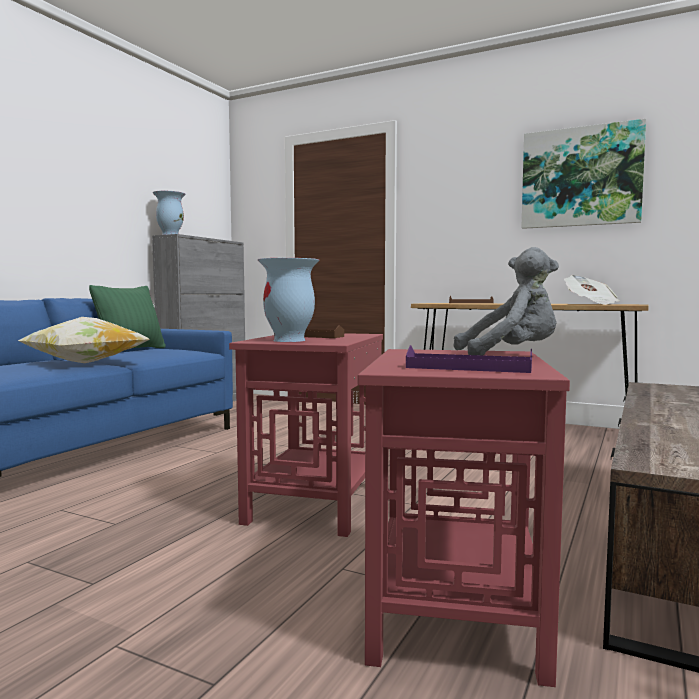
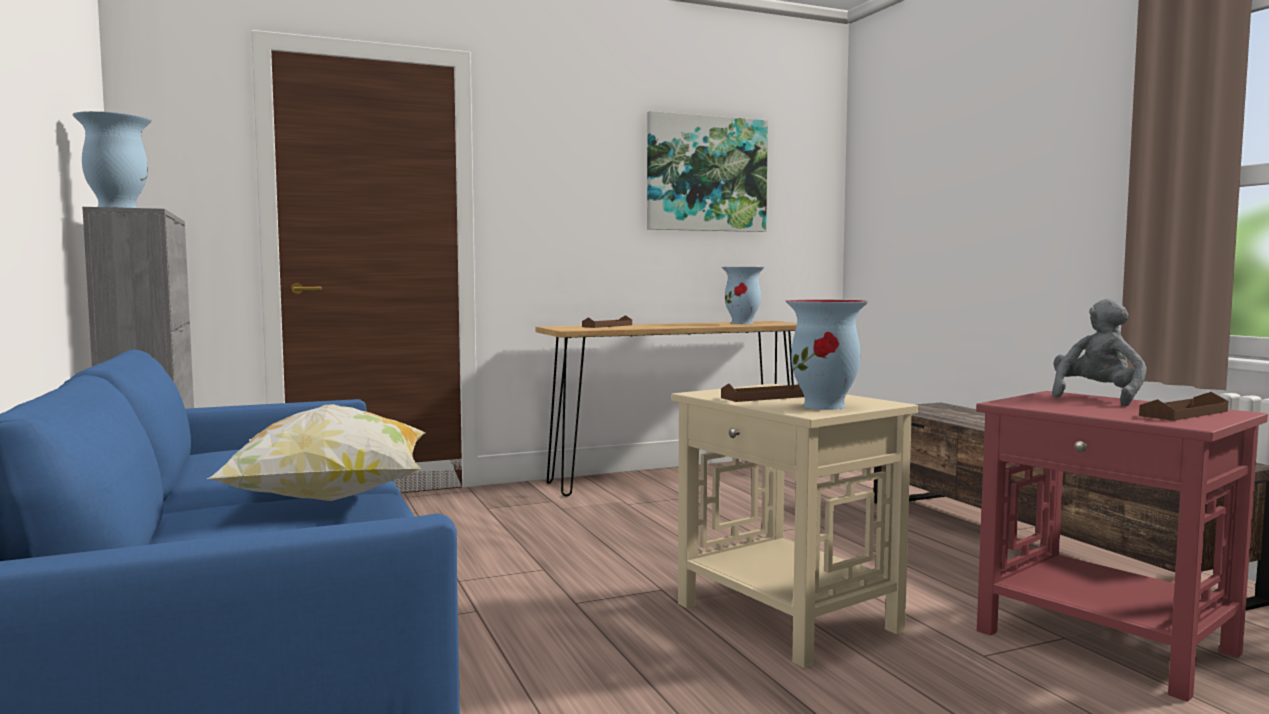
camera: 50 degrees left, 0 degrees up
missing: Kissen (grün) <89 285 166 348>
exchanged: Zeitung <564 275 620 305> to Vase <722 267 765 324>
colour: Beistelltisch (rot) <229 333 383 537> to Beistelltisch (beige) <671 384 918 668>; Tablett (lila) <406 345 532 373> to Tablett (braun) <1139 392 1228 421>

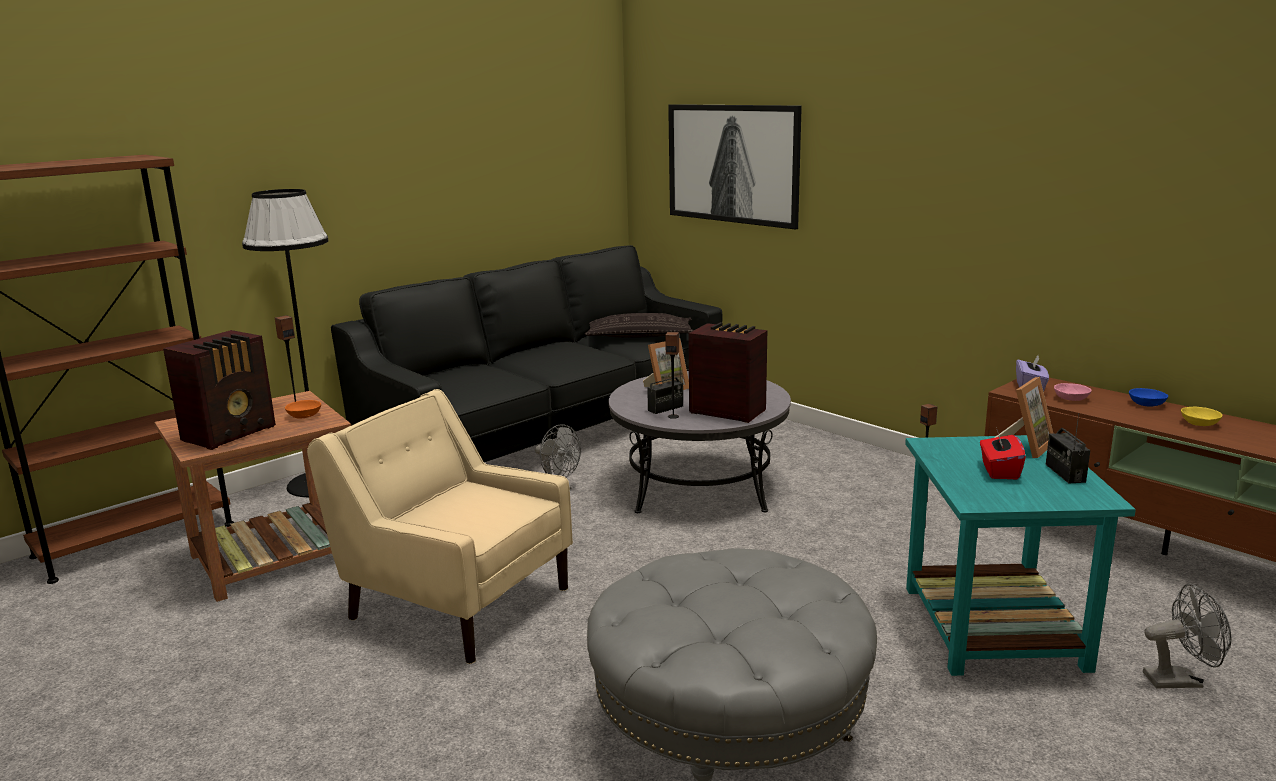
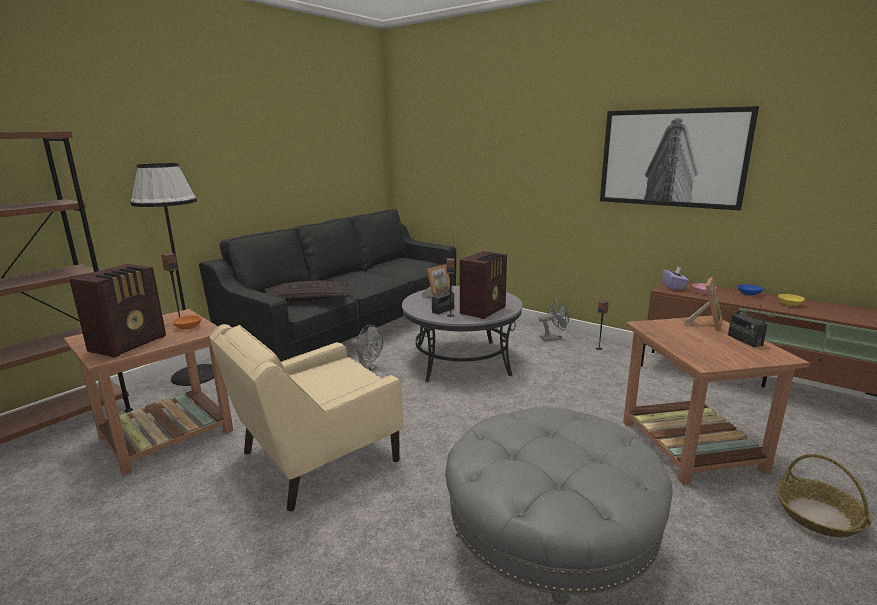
camera: 10 degrees left, 0 degrees up
missing: Taschentuchbox (rot) <980 427 1026 479>
appeared: Korb <777 454 872 537>
relocated: Bild <668 104 802 230> to <600 106 759 211>; Kissen <585 313 694 338> to <265 281 349 302>; Ventilator (grau) <1143 584 1232 688> to <538 299 569 341>
colour: Beistelltisch (türkis) <905 435 1136 676> to Beistelltisch (braun) <623 315 810 485>
spun: Radio <688 322 767 423> = <460 251 507 319> 105 degrees clockwise; Sessel (beige) <307 389 573 664> = <210 324 404 512> 60 degrees counterclockwise

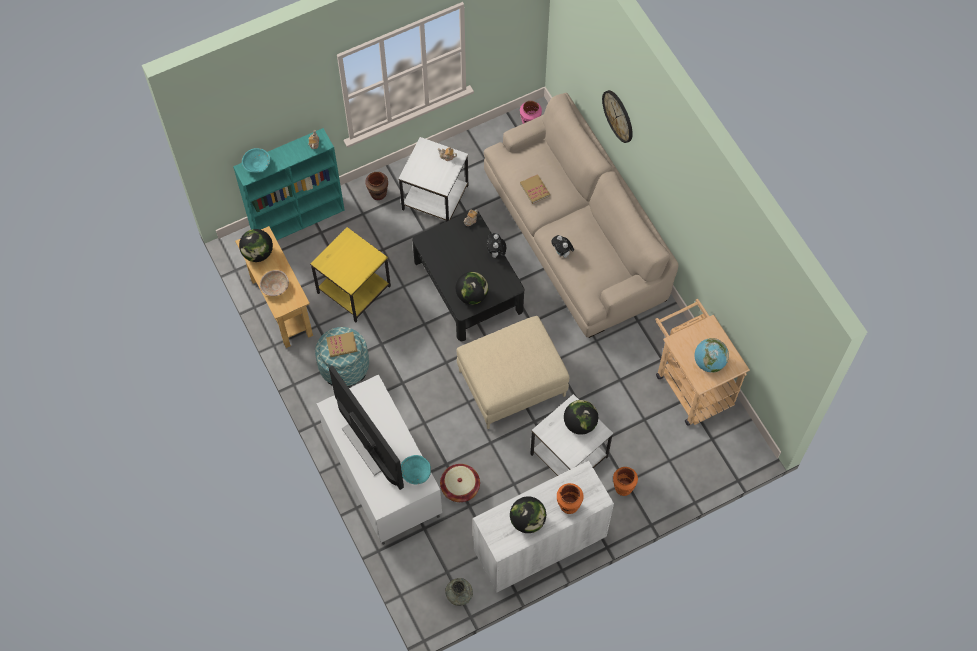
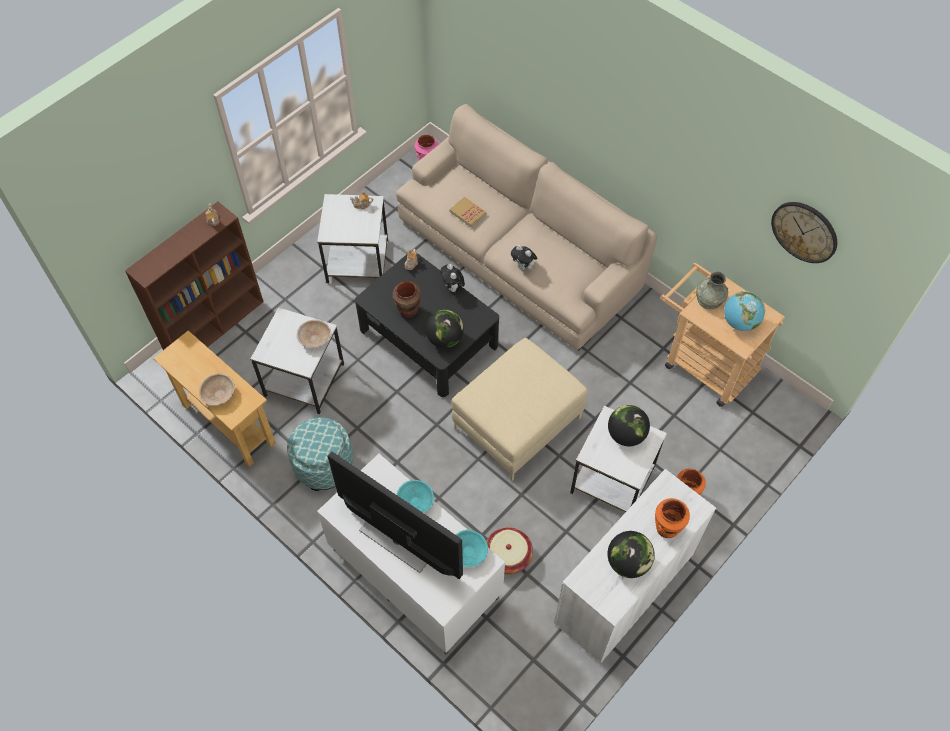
camera: 20 degrees left, 5 degrees down
missing: Globus <239 229 273 262>; Buch <326 332 357 357>
appeared: Schüssel (beige) <297 320 331 348>
relocated: Wanduhr <602 90 633 143> to <771 202 837 263>; Schüssel (türkis) <242 148 270 173> to <397 480 434 513>; Vase (braun) <365 172 388 200> to <393 281 421 318>; Vase (grau) <445 578 473 606> to <696 272 728 309>
colour: Bücherregal (türkis) <233 128 345 240> to Bücherregal (braun) <125 202 264 350>; Beistelltisch (gelb) <310 227 391 322> to Beistelltisch (weiß) <250 307 344 414>

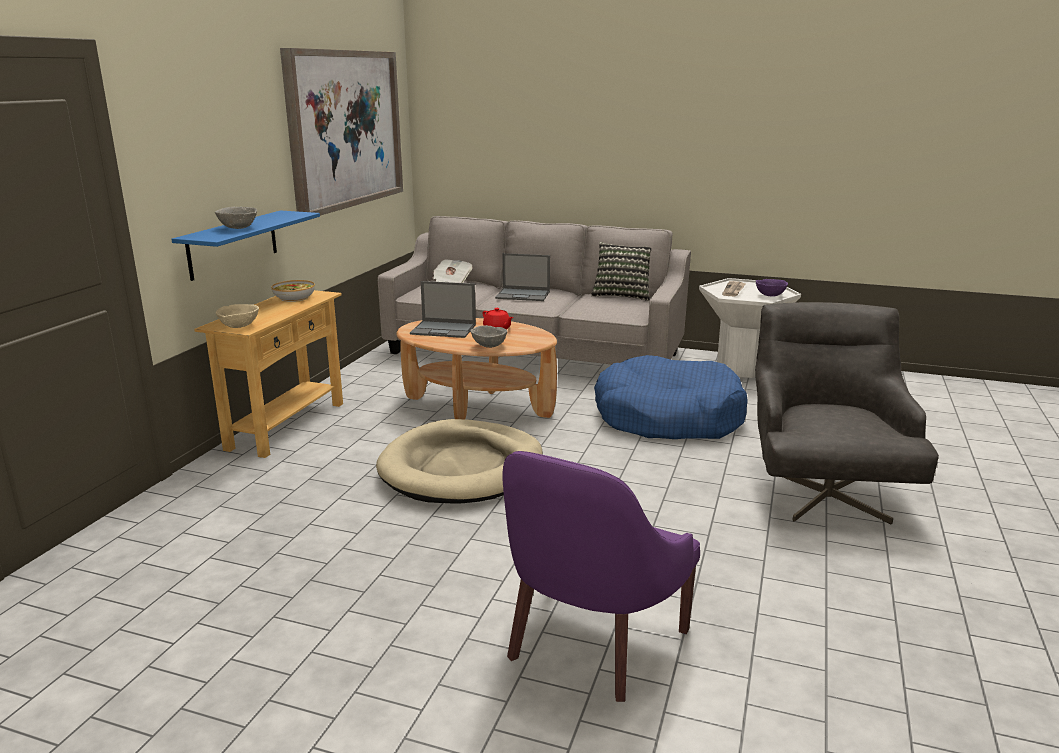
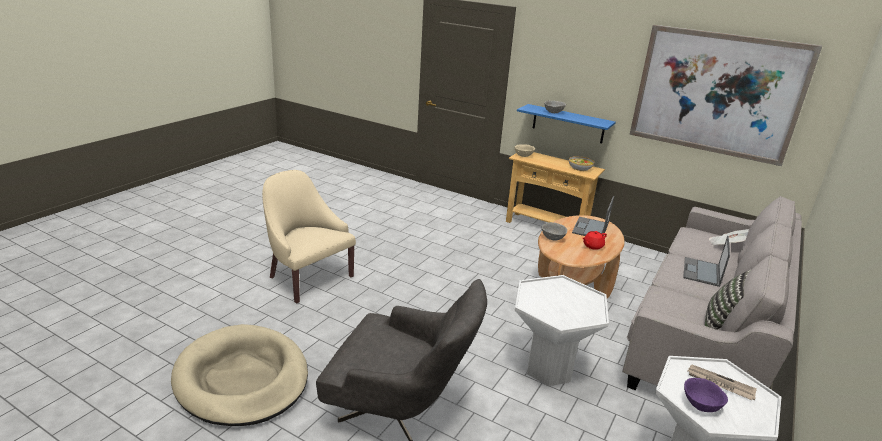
camera: 100 degrees right, 5 degrees up
relocated: Hundebett (beige) <376 419 543 504> to <171 324 308 426>
exchanged: Hundebett (blau) <594 355 748 439> to Beistelltisch (weiß) <515 275 609 386>
colour: Sessel (lila) <502 451 700 702> to Sessel (beige) <262 170 356 303>

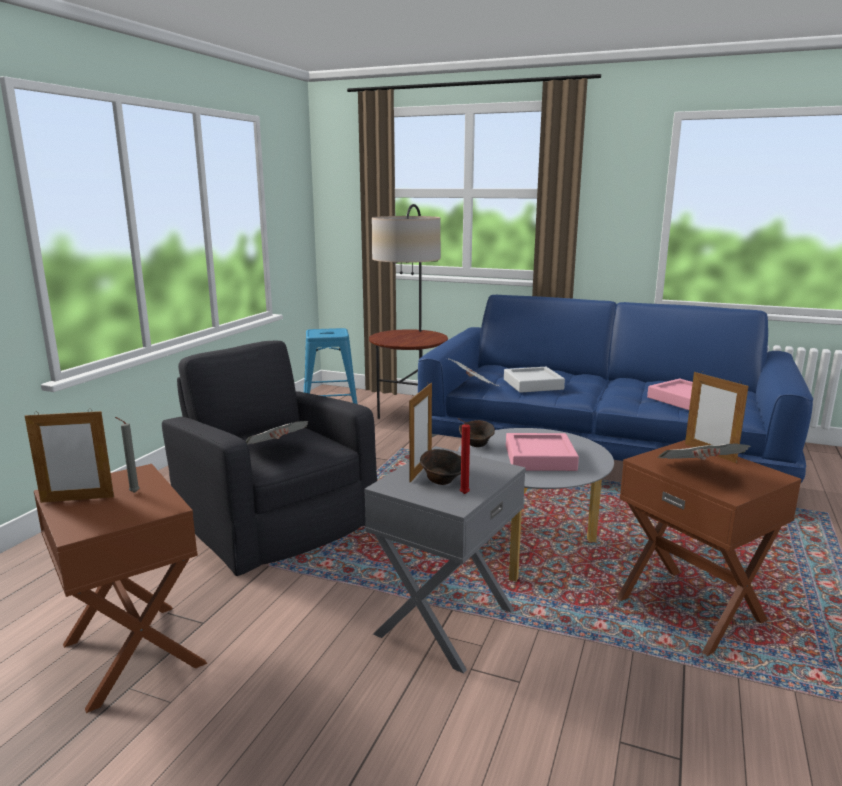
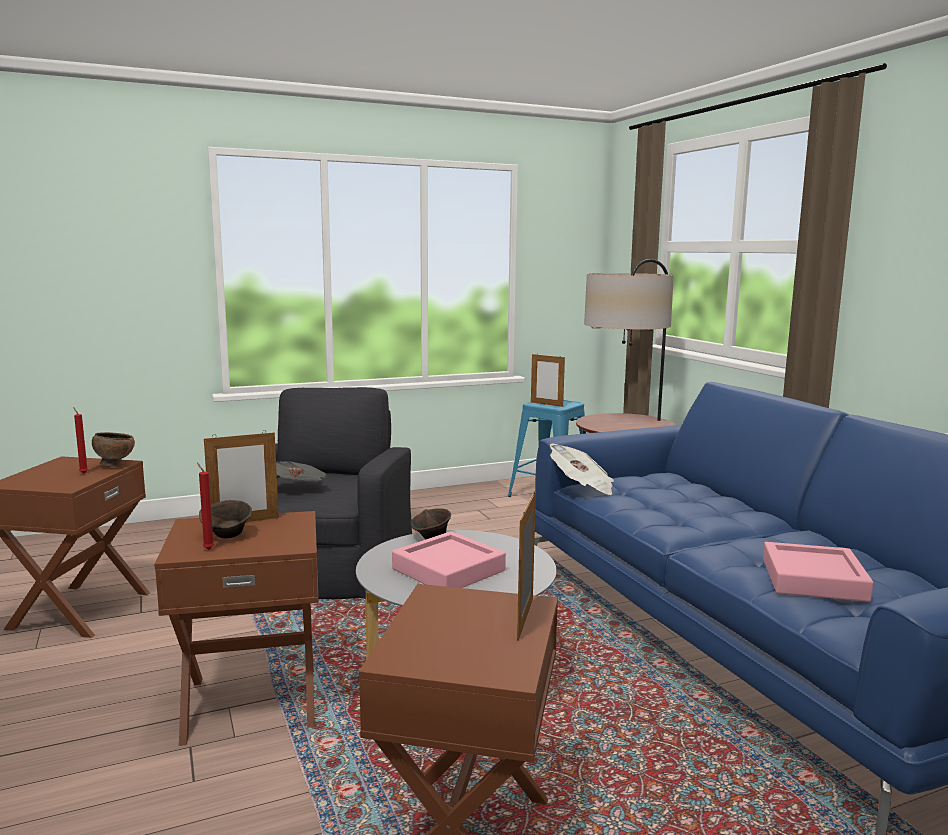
camera: 45 degrees right, 5 degrees down
missing: Tablett (grau) <504 367 565 393>; Zeitung <658 444 751 460>
appeared: Schüssel (braun) <92 432 135 467>
relocated: Bilderrahmen <25 409 114 503> to <531 354 565 407>
colour: Kerze (grau) <115 417 140 493> to Kerze (rot) <73 407 88 473>; Beistelltisch (grau) <364 446 526 673> to Beistelltisch (braun) <154 511 319 746>

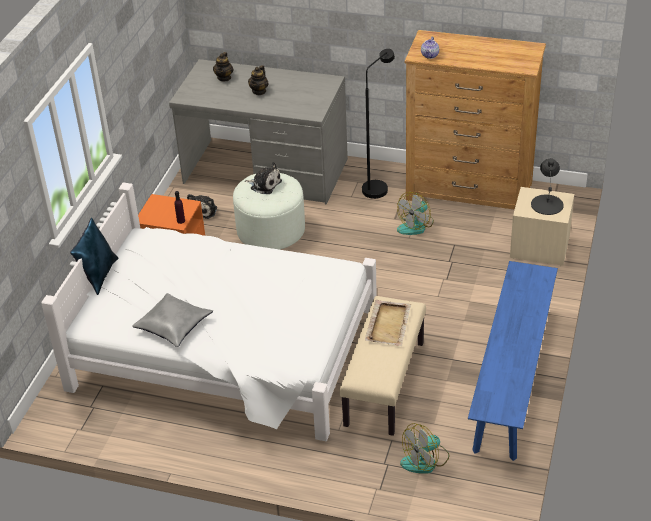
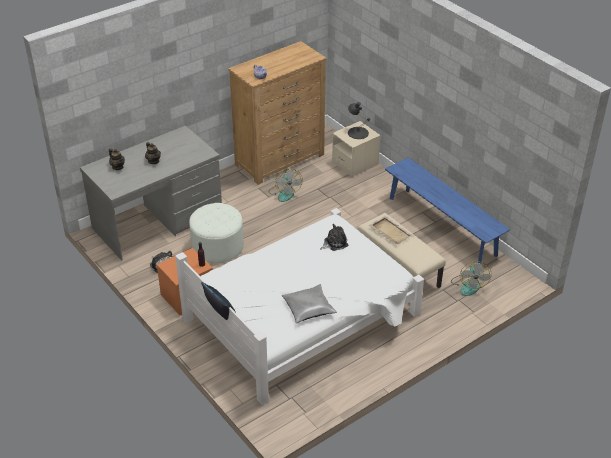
camera: 55 degrees left, 0 degrees up
missing: Stehlampe (schwarz) <362 49 395 199>
relocated: Plüschtier <245 162 282 194> to <320 224 348 251>

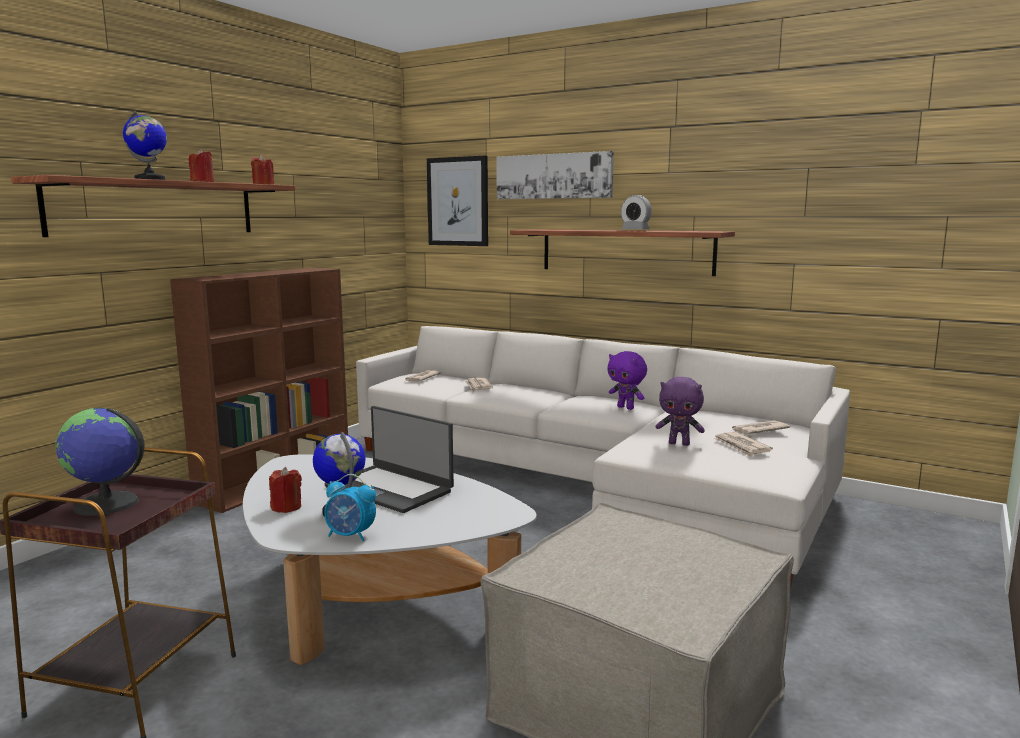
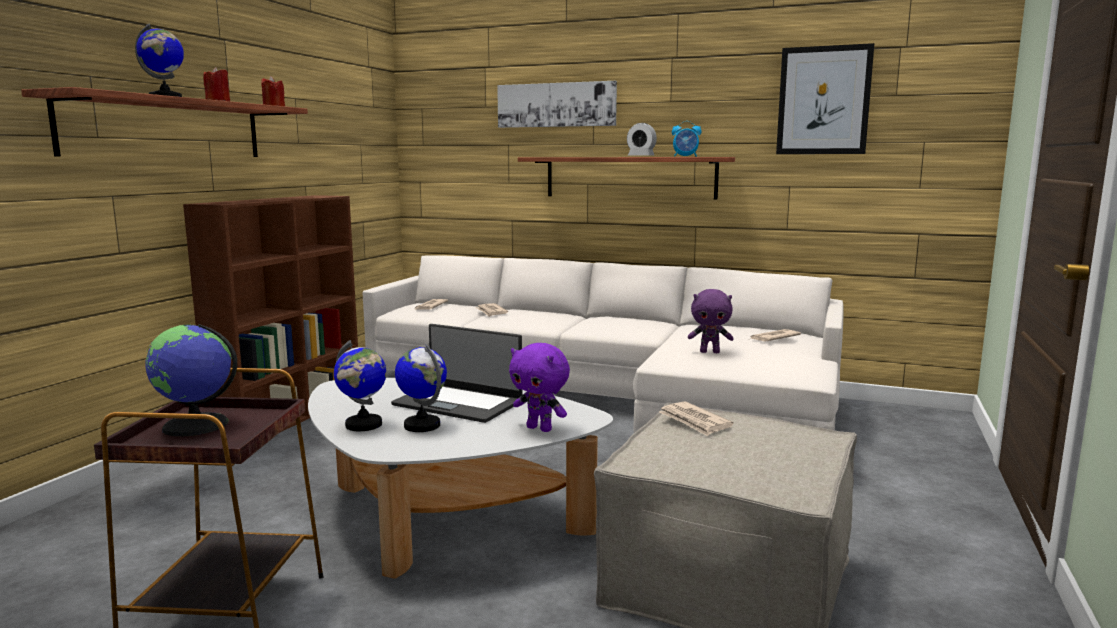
camera: 10 degrees left, 0 degrees up
relocated: Bild <427 156 488 246> to <776 43 874 154>; Plüschtier (lila) <607 351 647 410> to <509 343 570 432>; Zeitung <713 432 773 457> to <659 401 734 436>; Wecker <324 474 376 542> to <672 121 702 157>
exchanged: Kerze (rot) <269 467 302 513> to Globus <334 340 387 431>

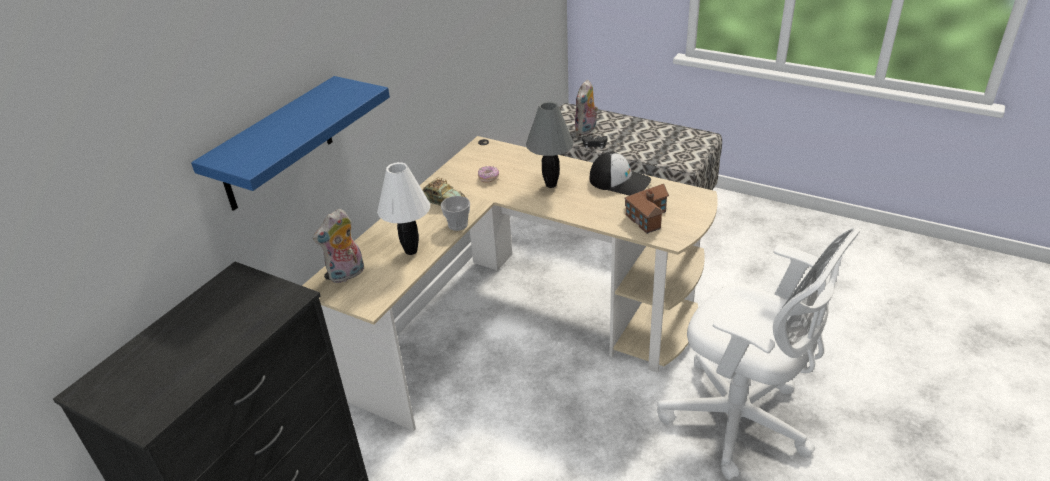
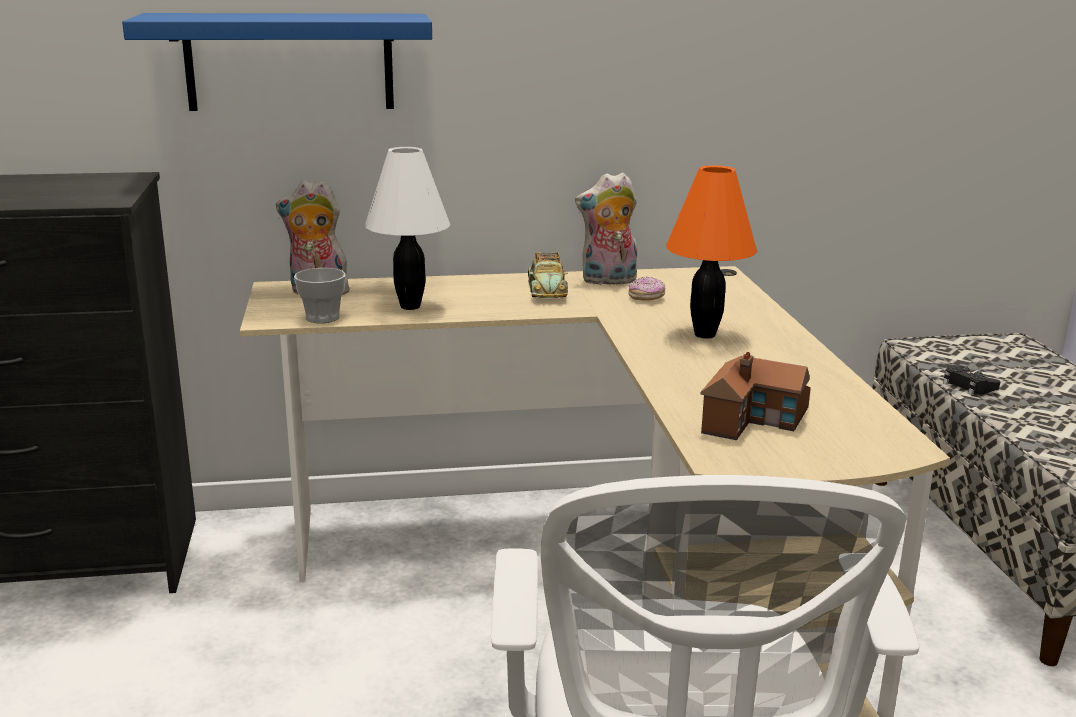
camera: 50 degrees right, 15 degrees down
missing: Kappe <590 152 651 195>
relocated: Plüschtier <574 79 598 135> to <575 172 638 285>; Tasse <441 196 470 231> to <294 268 346 323>
colour: Tischlampe (grau) <526 101 574 188> to Tischlampe (orange) <666 165 757 339>

